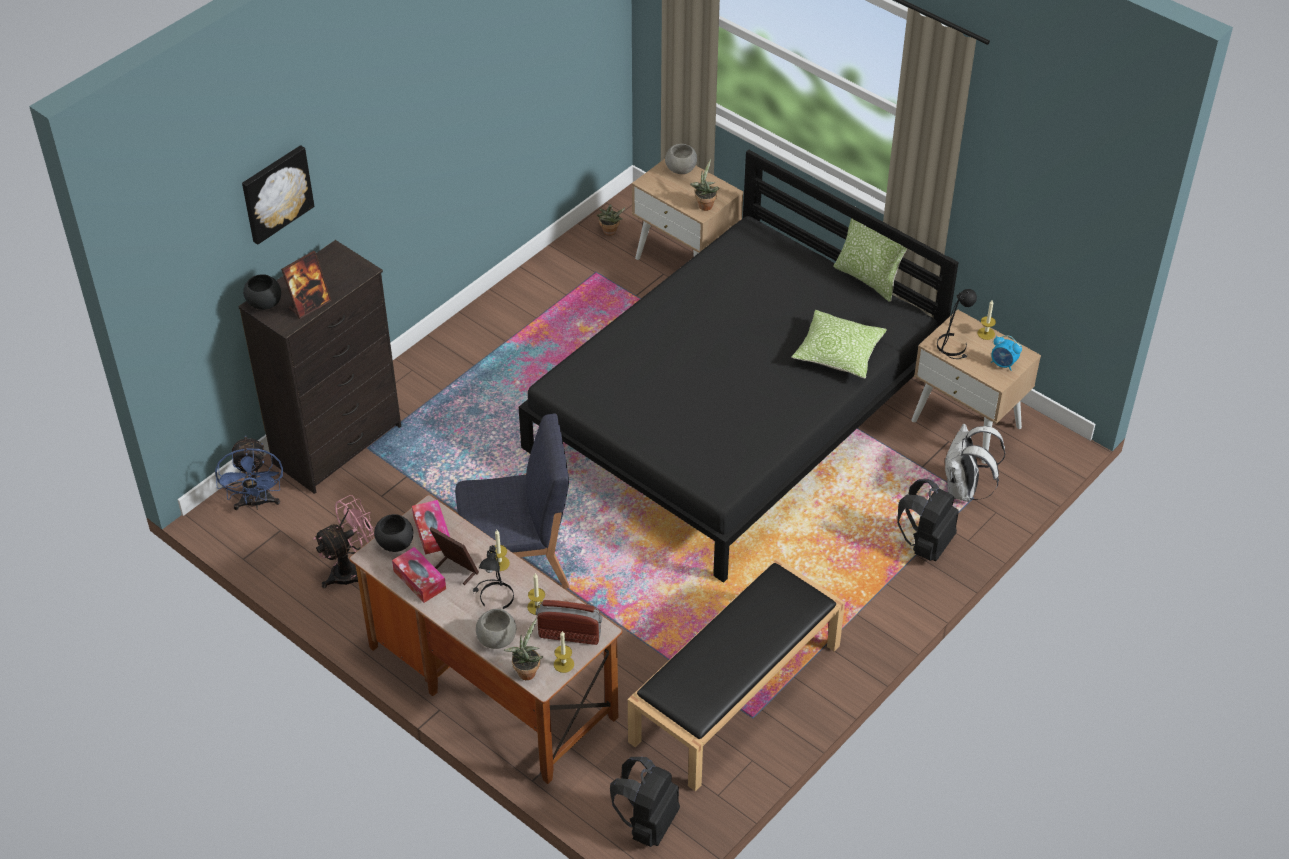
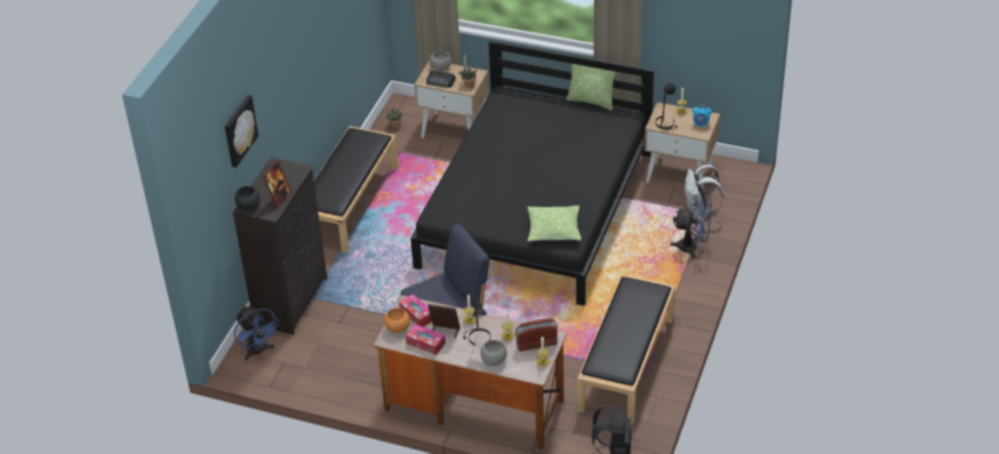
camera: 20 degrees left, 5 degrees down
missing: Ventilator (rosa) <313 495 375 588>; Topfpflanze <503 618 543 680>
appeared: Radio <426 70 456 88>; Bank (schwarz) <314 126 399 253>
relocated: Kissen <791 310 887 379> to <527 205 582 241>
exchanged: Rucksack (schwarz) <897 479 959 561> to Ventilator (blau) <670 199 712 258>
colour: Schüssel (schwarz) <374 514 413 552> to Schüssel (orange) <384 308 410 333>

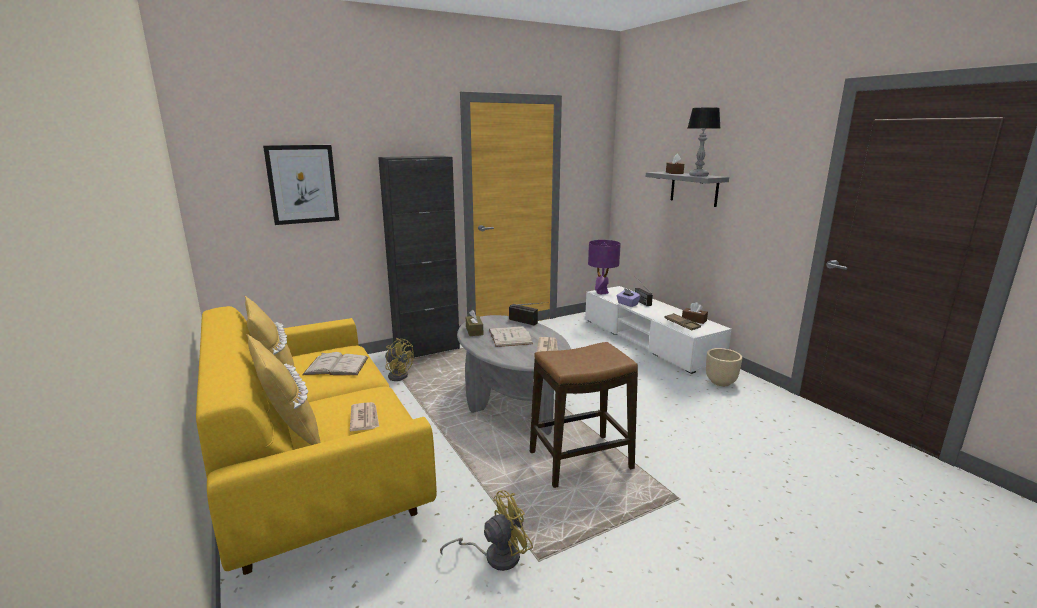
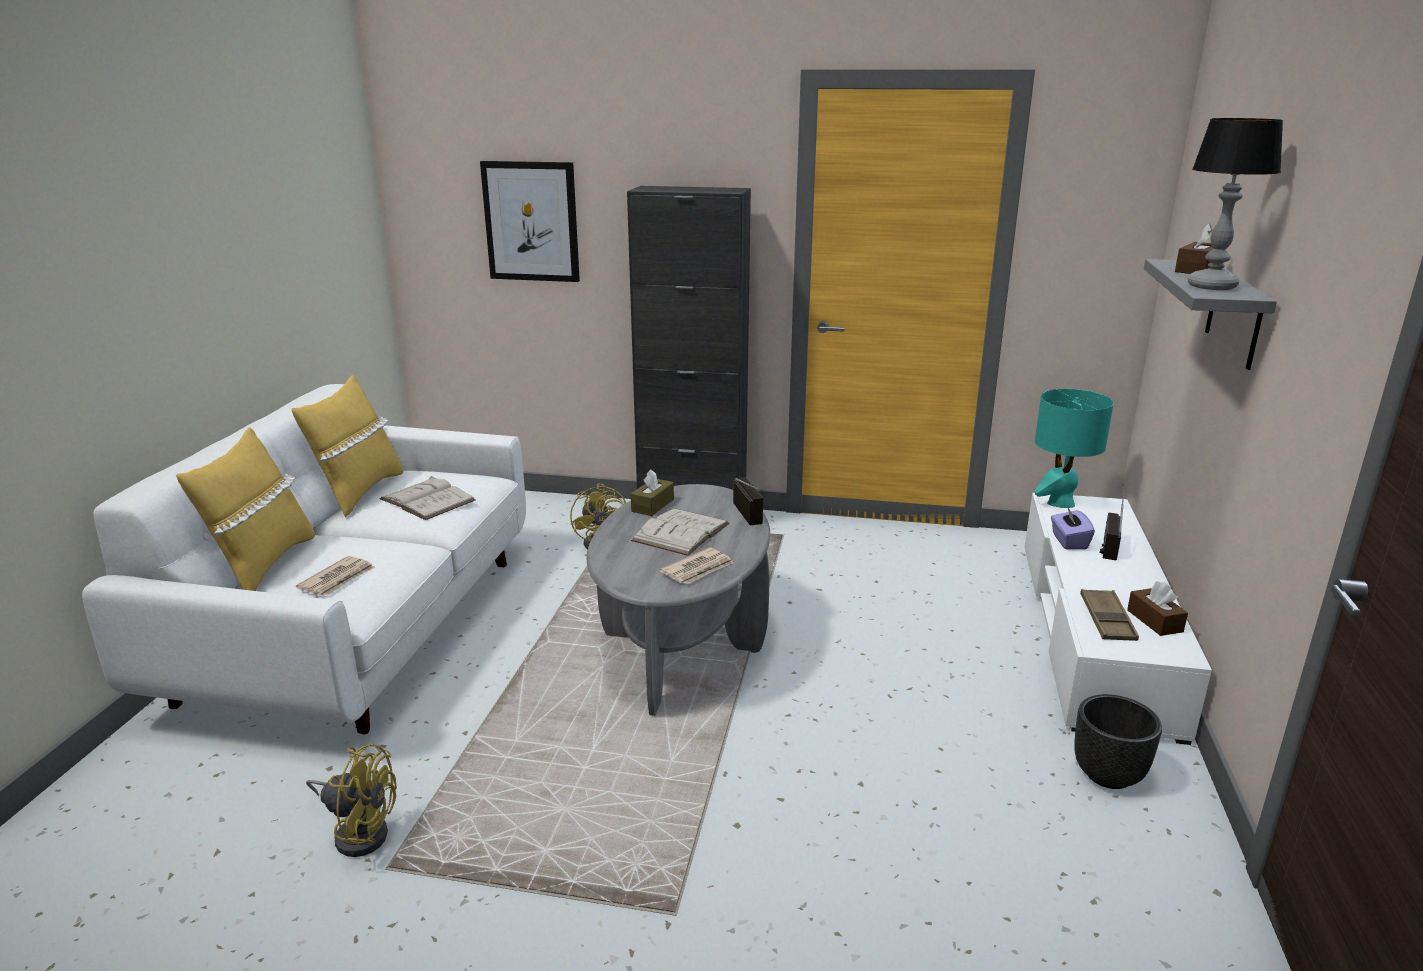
camera: 40 degrees right, 5 degrees up
missing: Hocker <530 342 638 488>
colour: Tischlampe (lila) <588 240 621 294> to Tischlampe (türkis) <1034 389 1114 508>; Sofa (gelb) <196 306 437 575> to Sofa (weiß) <82 384 526 734>; Pflanzkübel (beige) <706 348 742 386> to Pflanzkübel (schwarz) <1074 694 1162 789>

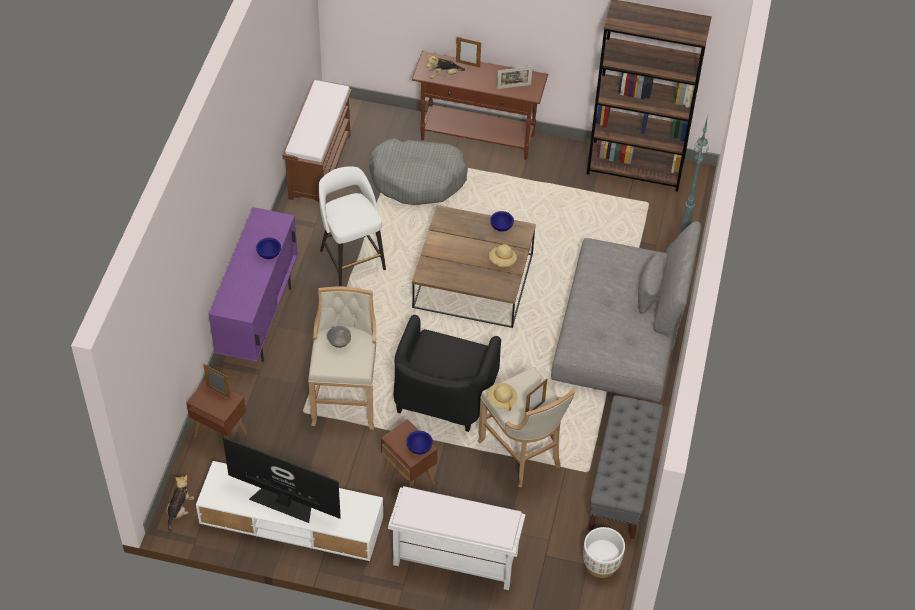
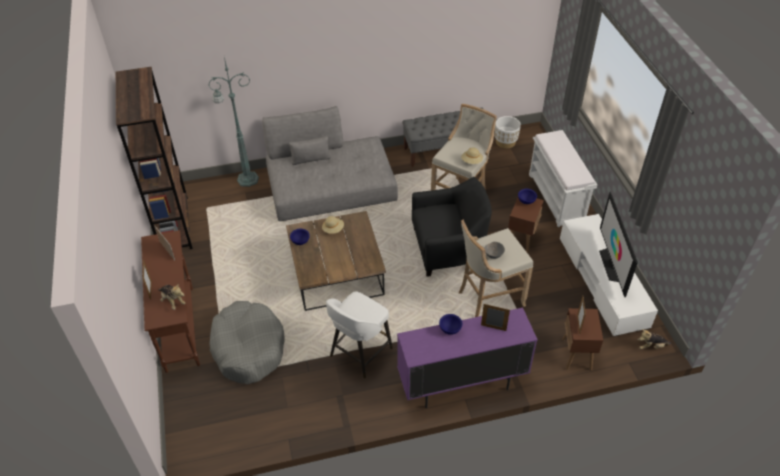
camera: 115 degrees left, 5 degrees down
missing: Bank (braun) <282 80 352 202>
relocated: Bilderrahmen <525 379 547 412> to <481 304 510 331>

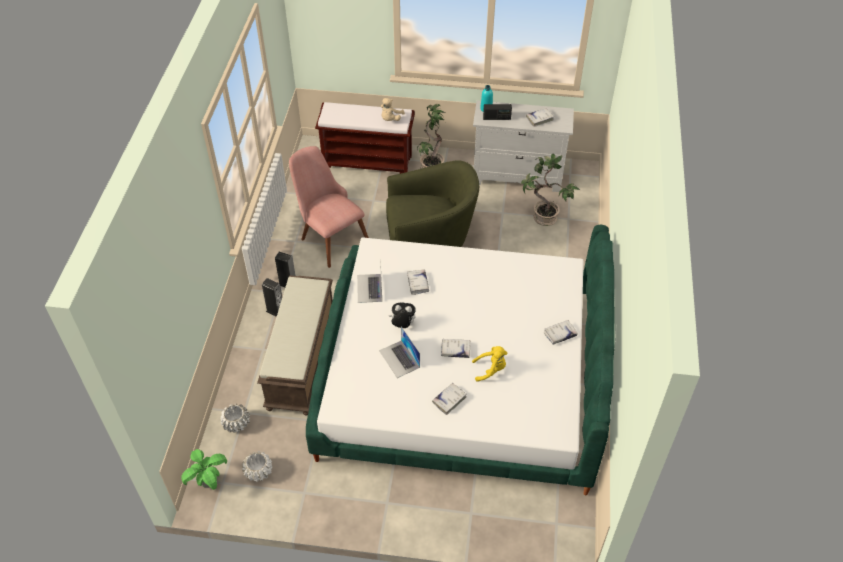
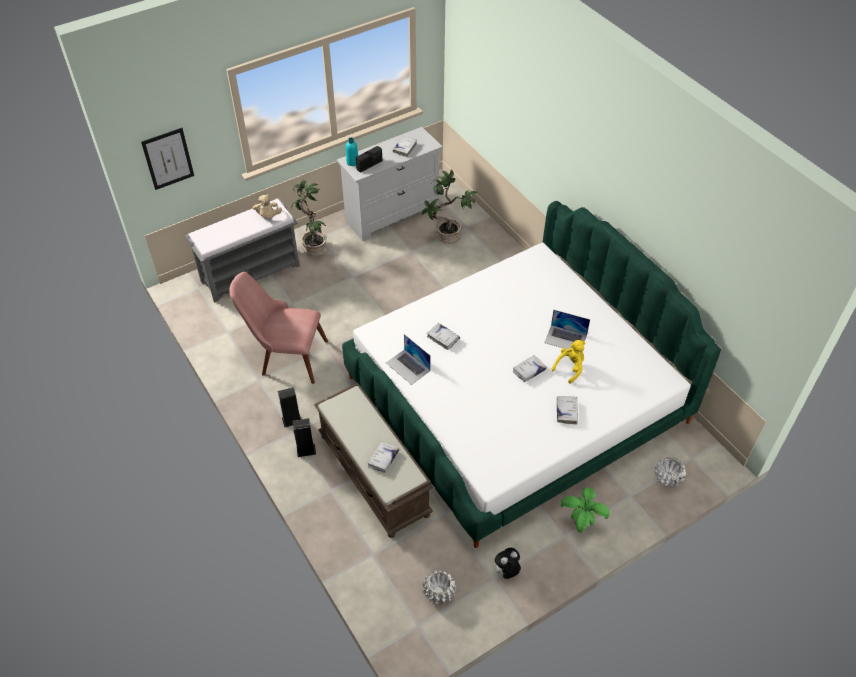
camera: 40 degrees left, 0 degrees up
missing: Sessel (grün) <386 160 479 247>
appeared: Bild <141 128 194 190>
relocated: Plüschtier <389 302 416 328> to <494 548 521 579>; Buch (weiß) <543 320 577 345> to <368 441 399 473>; Laptop <379 326 420 378> to <544 310 590 349>; Pflanzkübel (weiß) <221 404 250 433> to <655 457 686 487>; Topfpflanze <181 449 227 490> to <561 487 610 533>
colour: Bank (braun) <315 102 415 174> to Bank (grau) <185 198 300 302>

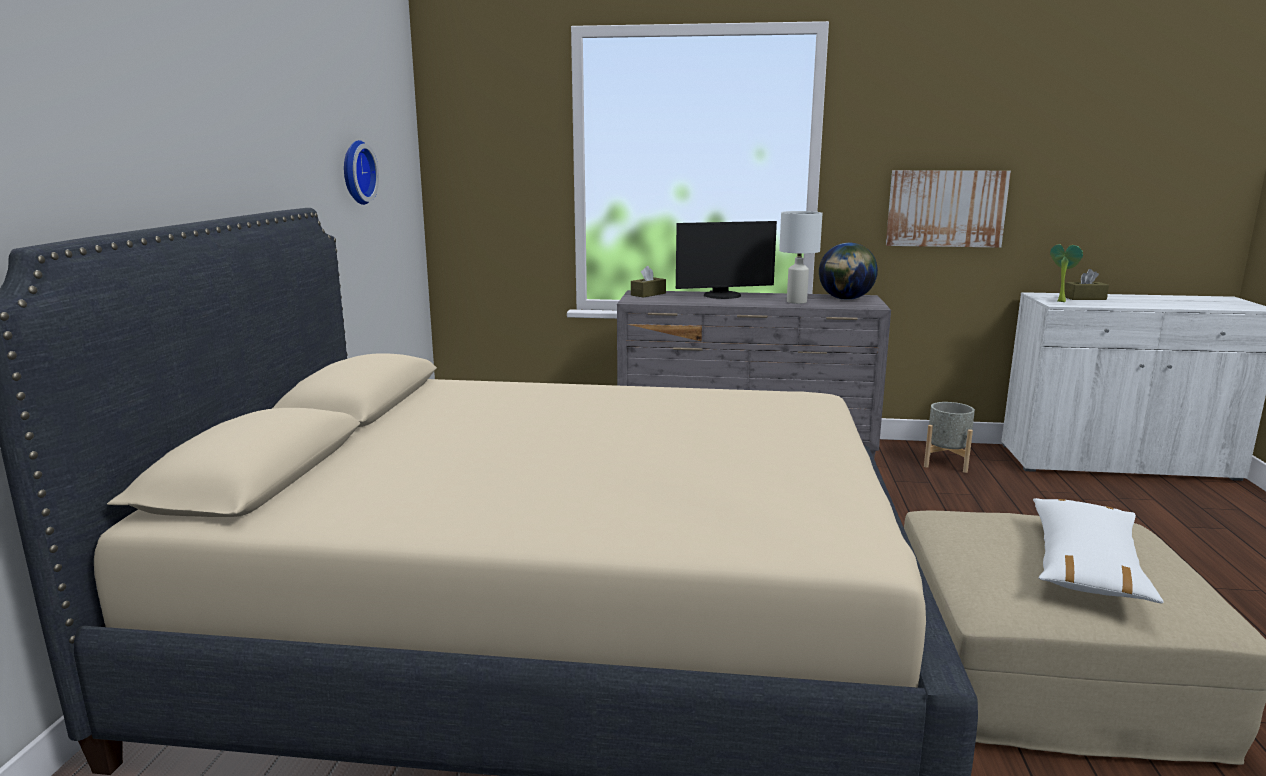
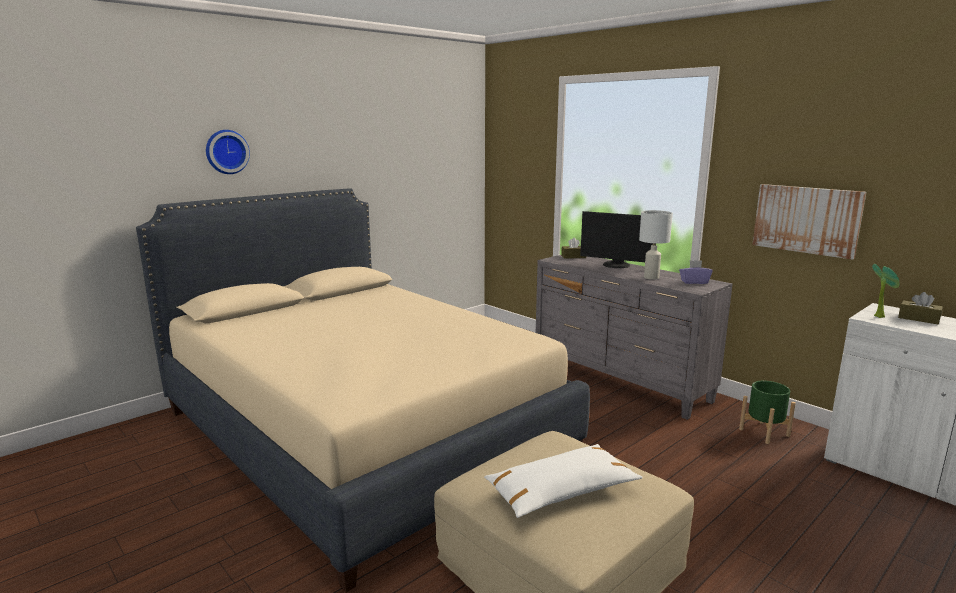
camera: 40 degrees right, 0 degrees up
relocated: Wanduhr <344 140 379 205> to <206 130 250 174>
exchanged: Globus <819 243 878 300> to Taschentuchbox (lila) <679 260 713 284>
colour: Pflanzkübel (grau) <924 402 975 473> to Pflanzkübel (grün) <739 381 796 444>

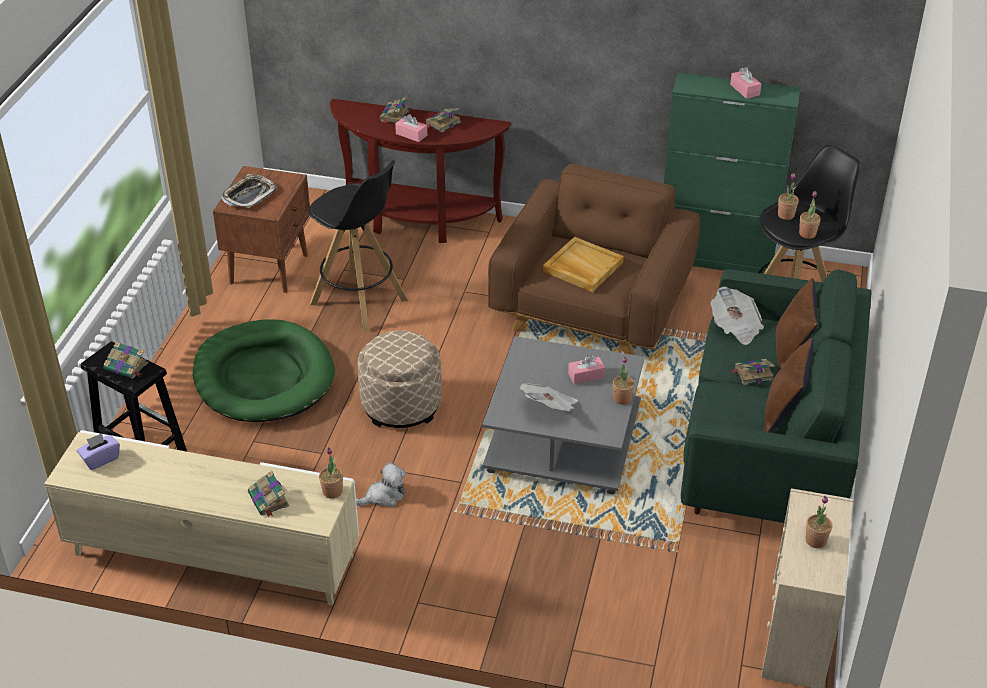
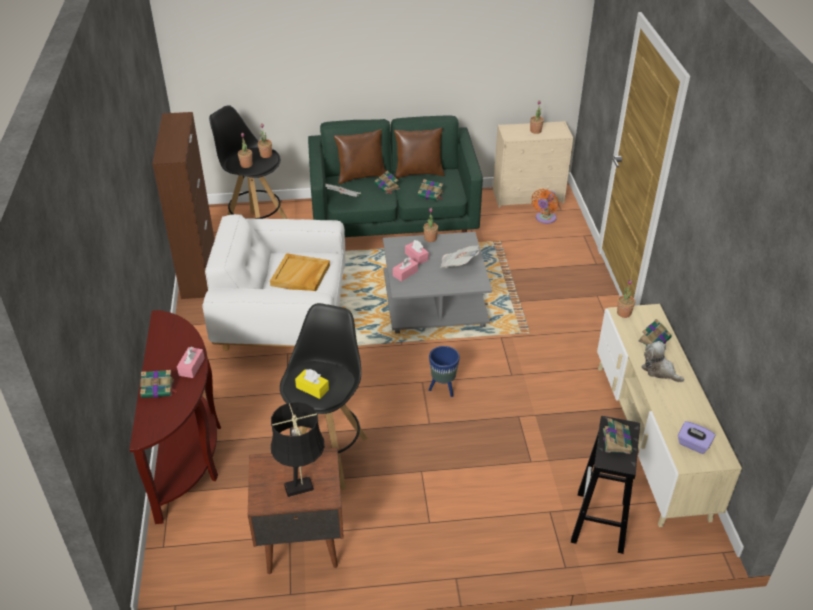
camera: 110 degrees left, 0 degrees up
missing: Hundebett (grün) <193 319 335 422>
appeared: Ventilator (orange) <531 189 559 224>; Taschentuchbox (gelb) <295 369 329 399>
relocated: Taschentuchbox (rosa) <730 67 761 99> to <393 257 418 282>; Buch <426 108 461 133> to <418 179 443 201>; Plüschtier <356 462 406 507> to <641 341 684 382>
exchanged: Tablett <222 174 277 208> to Tischlampe (schwarz) <271 402 325 497>; Polsterhocker (beige) <358 330 442 428> to Pflanzkübel (blau) <429 346 460 397>
colour: Schrank (grün) <664 73 801 274> to Schrank (braun) <152 112 215 299>; Sessel (braun) <488 164 700 355> to Sessel (weiß) <202 214 345 351>

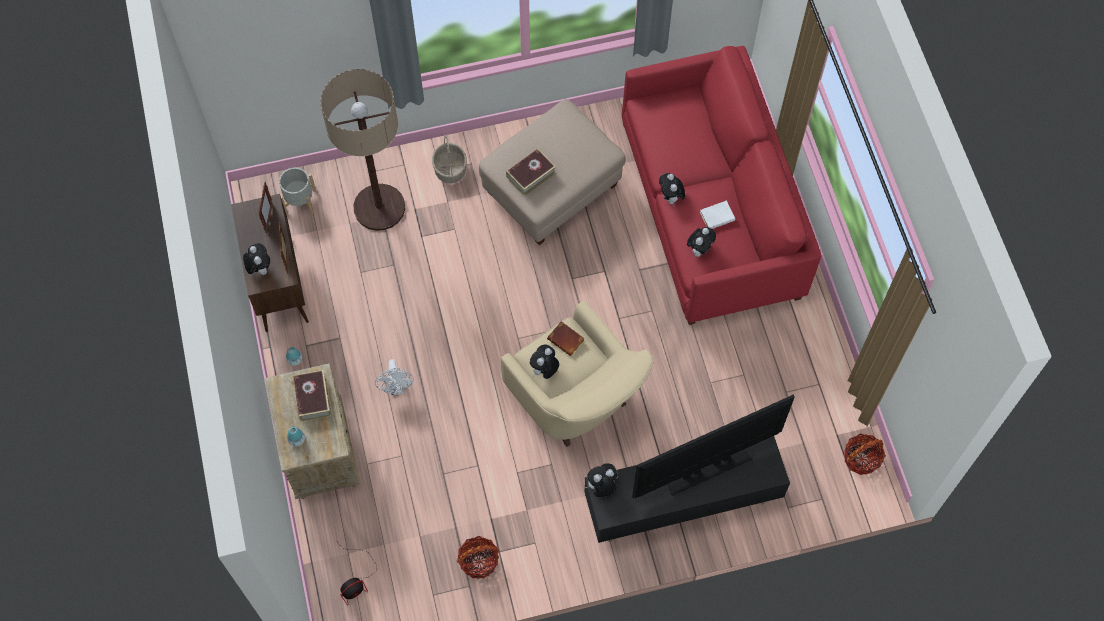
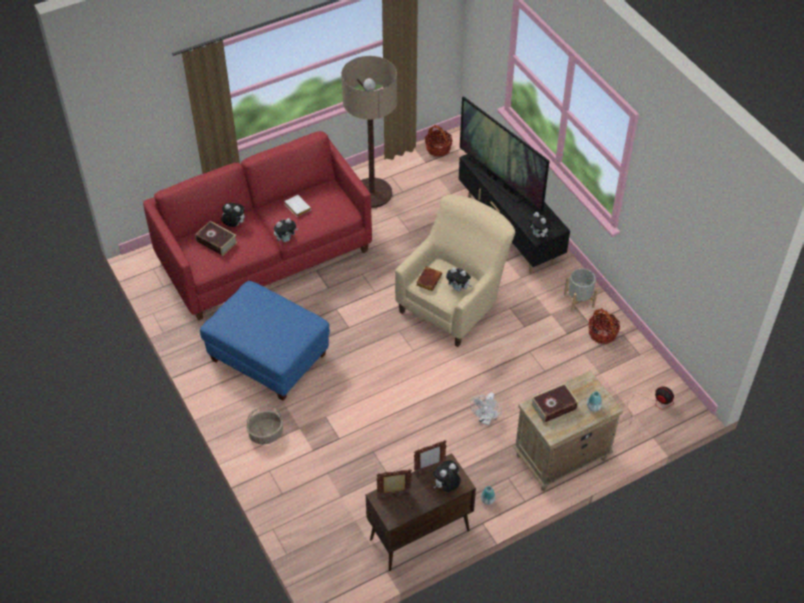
camera: 105 degrees left, 15 degrees down
relocated: Stehlampe <320 69 405 231> to <341 56 397 208>; Buch <506 149 556 196> to <195 221 237 256>; Pflanzkübel (grau) <279 168 316 215> to <564 268 598 312>; Plüschtier <687 227 716 257> to <221 203 245 227>
colour: Polsterhocker (beige) <479 99 626 245> to Polsterhocker (blau) <200 281 330 401>
spun: Ventilator (weiß) <375 359 414 395> = <470 393 502 425> 135 degrees clockwise

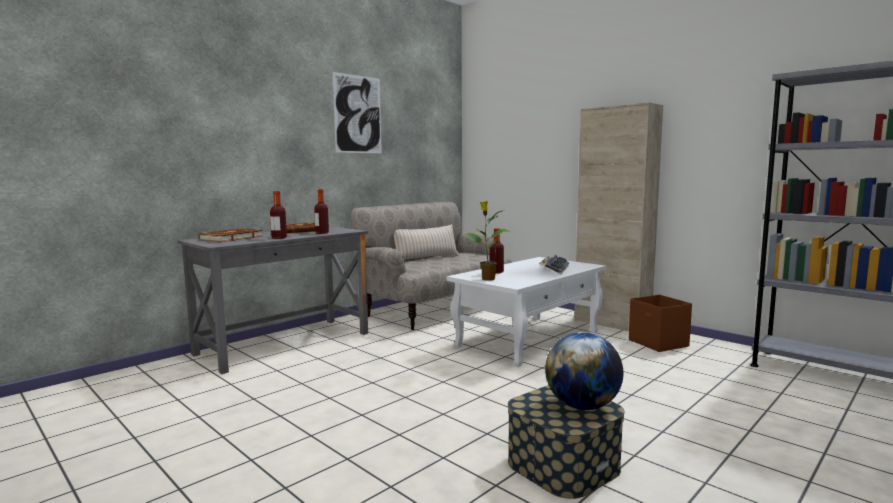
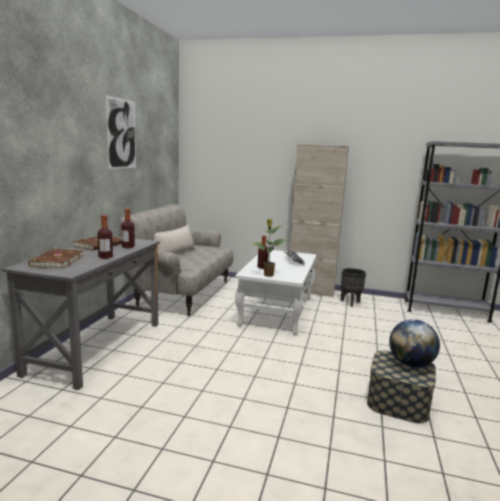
camera: 30 degrees left, 5 degrees up
exchanged: Aufbewahrungsbox (braun) <629 295 692 352> to Pflanzkübel (schwarz) <341 268 366 307>

